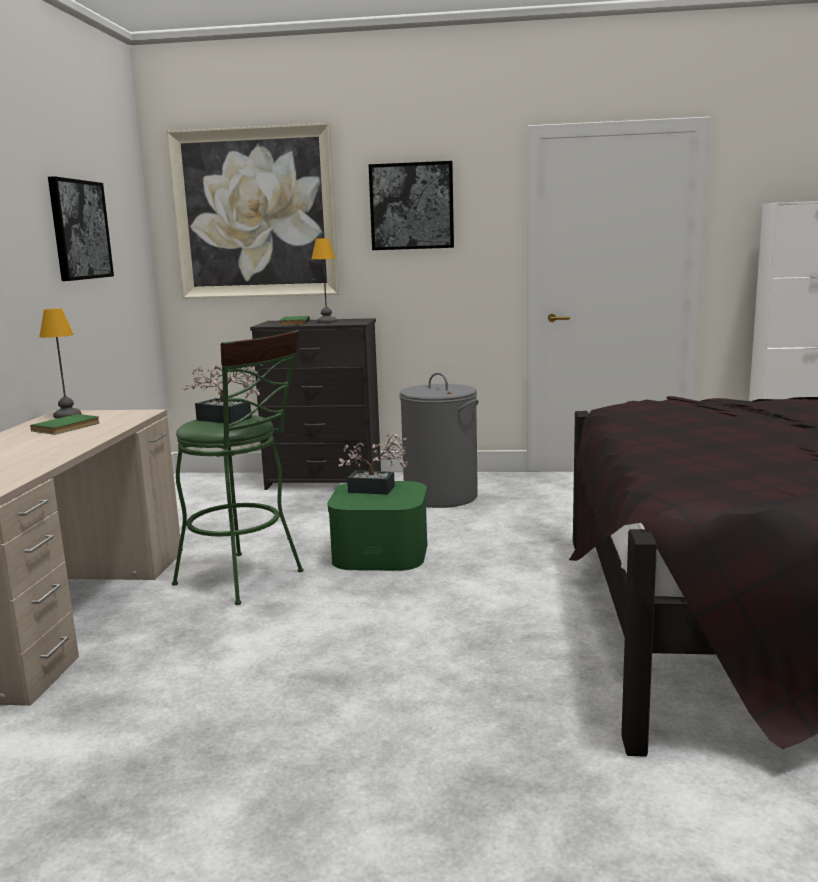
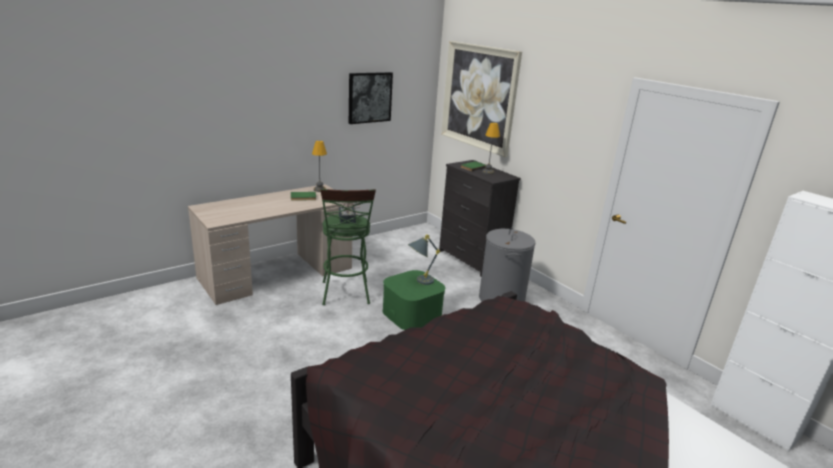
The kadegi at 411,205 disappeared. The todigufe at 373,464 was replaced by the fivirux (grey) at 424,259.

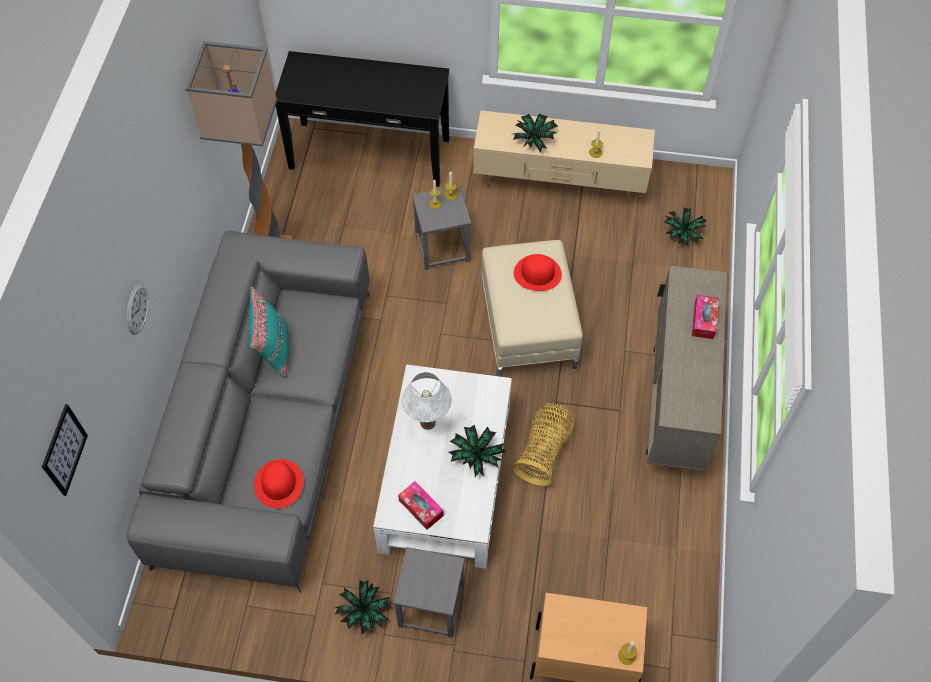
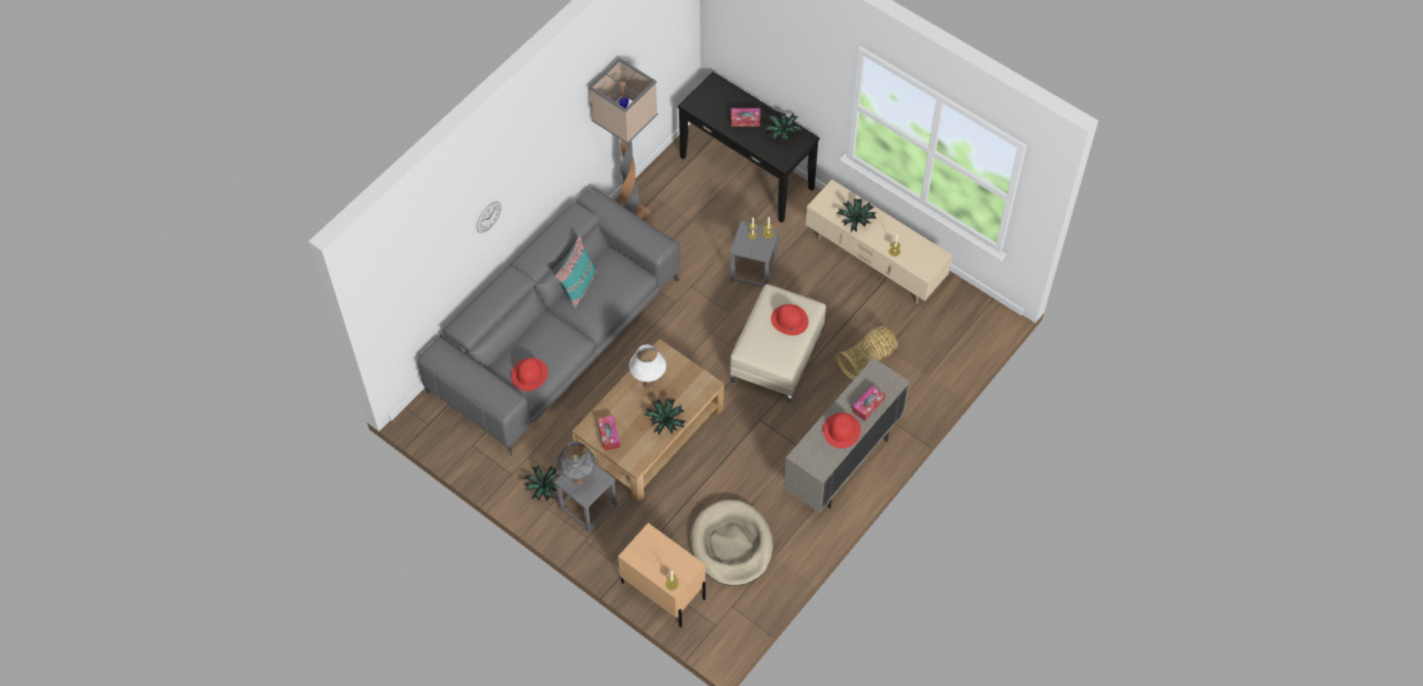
The todigufe moved from 685,226 to 783,127. The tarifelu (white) at 442,466 became the tarifelu (brown) at 648,421. The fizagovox moved from 543,444 to 867,353. The kadegi at 65,450 disappeared. The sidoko at 745,117 appeared. The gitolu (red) at 842,431 appeared. The fivirux (grey) at 576,463 appeared. The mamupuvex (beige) at 731,543 appeared.

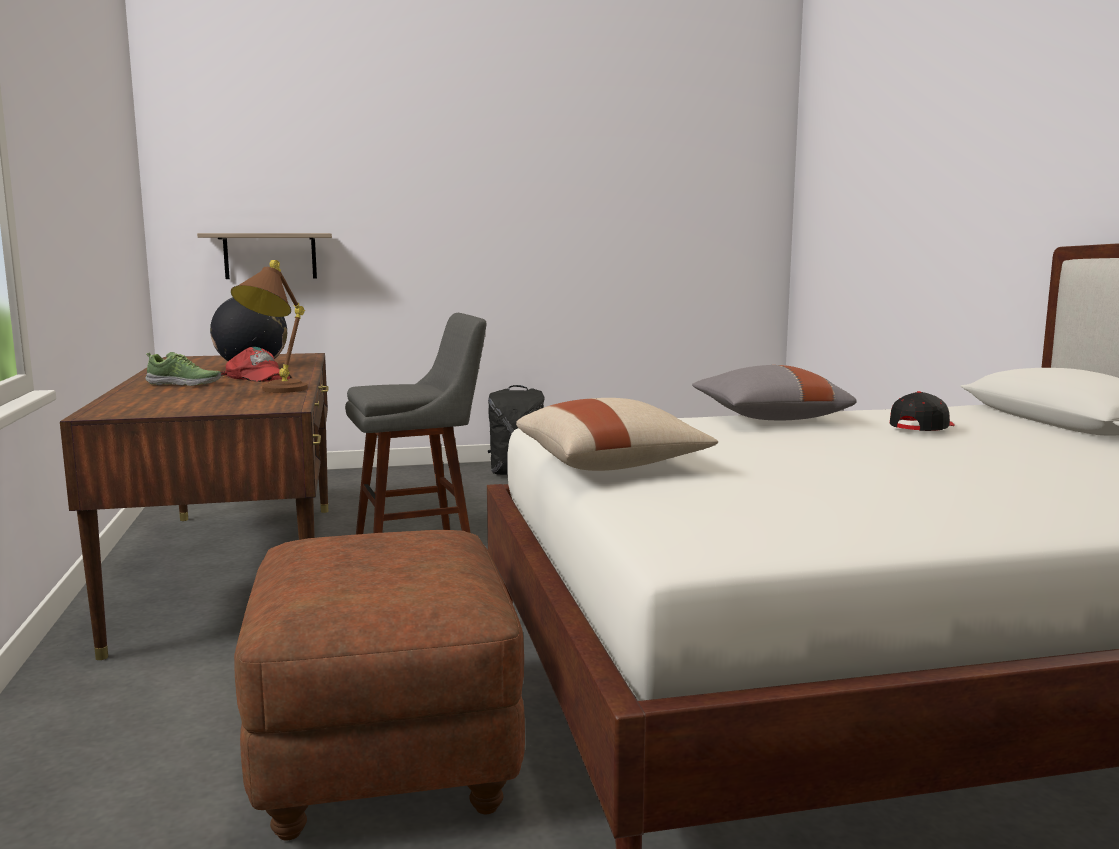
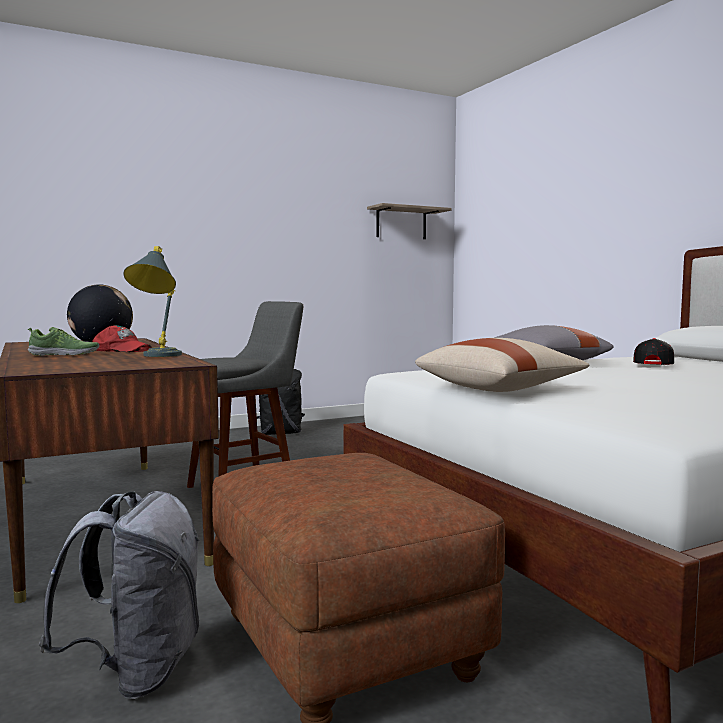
The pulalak moved from 264,256 to 409,221. The fivirux (brown) at 269,326 became the fivirux (grey) at 152,301. The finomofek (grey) at 119,595 appeared.

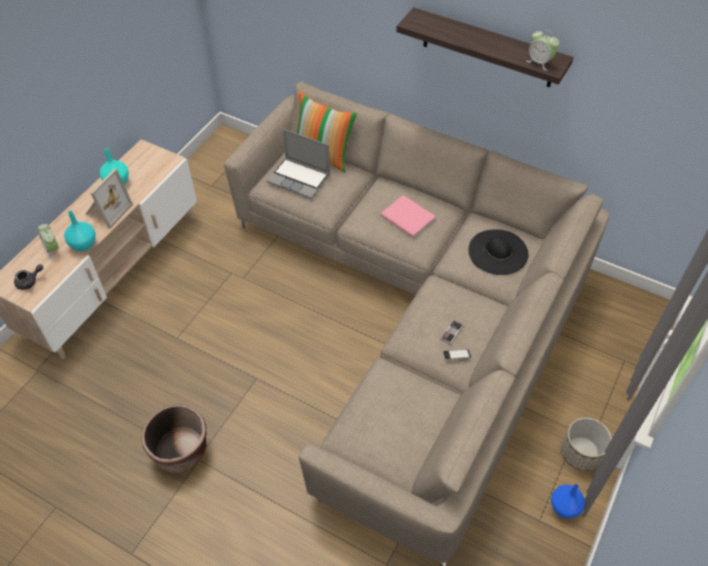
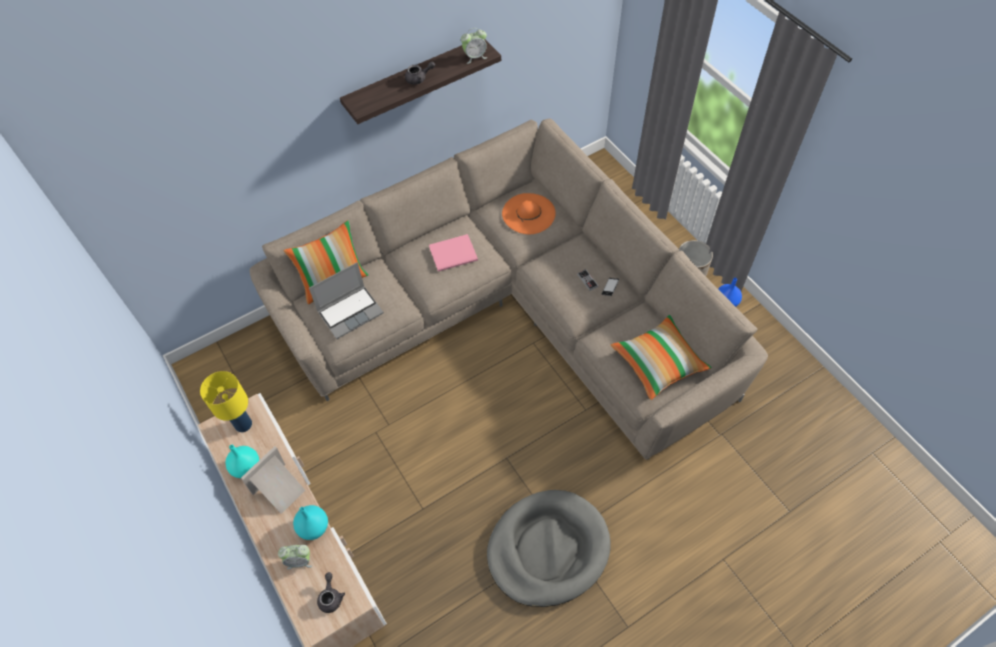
The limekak at 109,199 turned 105 degrees counterclockwise. The gitolu (black) at 498,252 became the gitolu (orange) at 529,213. The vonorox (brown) at 174,438 was replaced by the mamupuvex (grey) at 549,548. The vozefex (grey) at 420,73 appeared. The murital at 661,357 appeared. The fivirux (yellow) at 226,401 appeared.

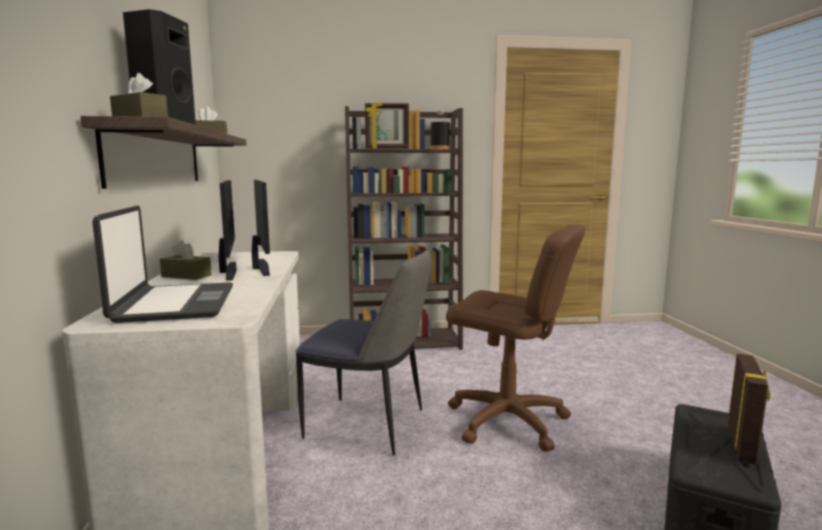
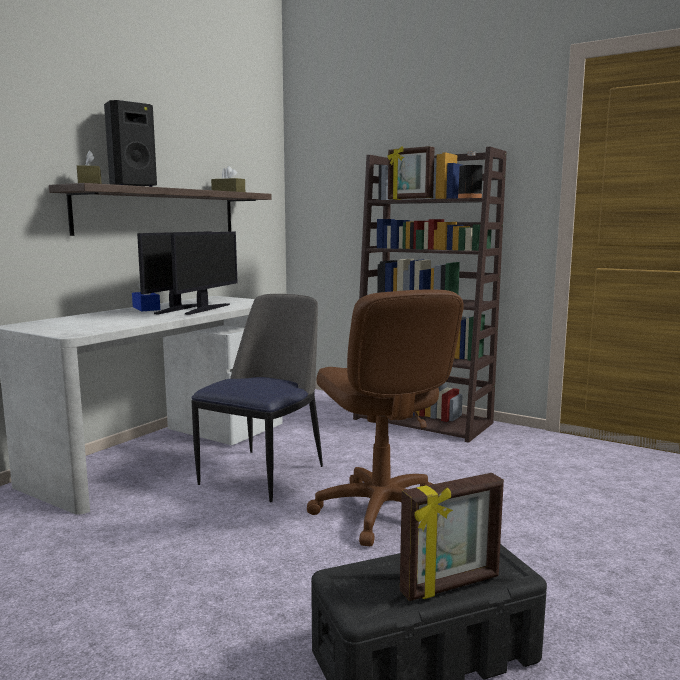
The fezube at 162,264 disappeared. The sidoko (brown) at 186,260 became the sidoko (blue) at 146,296. The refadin at 363,352 turned 120 degrees counterclockwise.

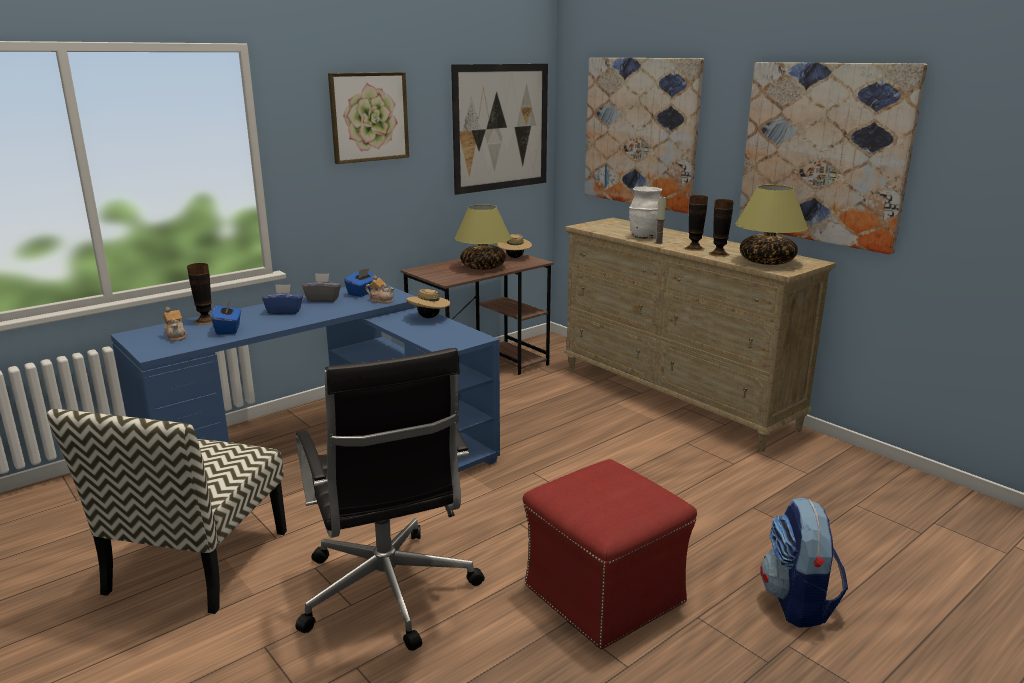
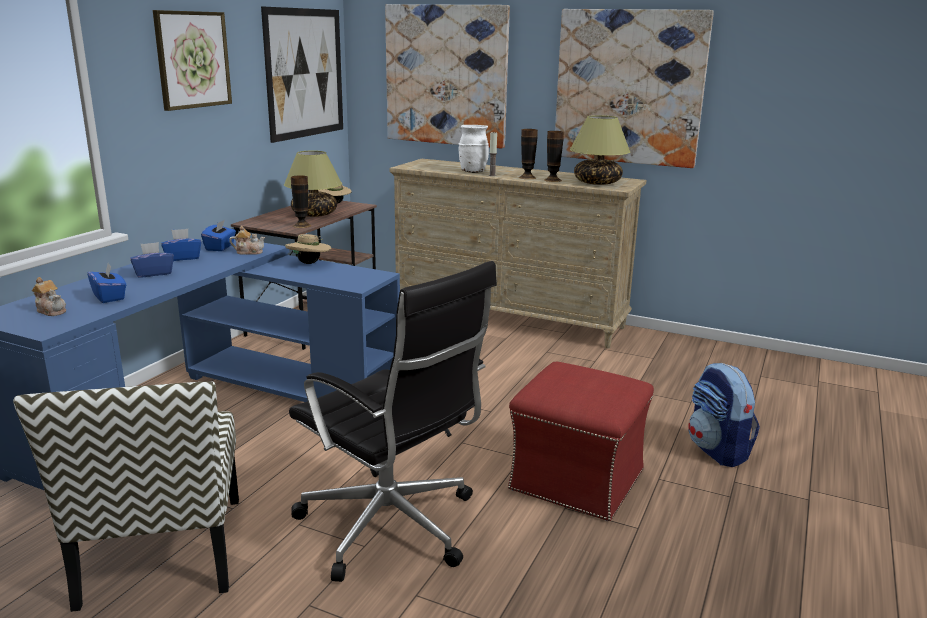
The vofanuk moved from 199,294 to 301,201. The sidoko (grey) at 321,287 became the sidoko (blue) at 181,245.

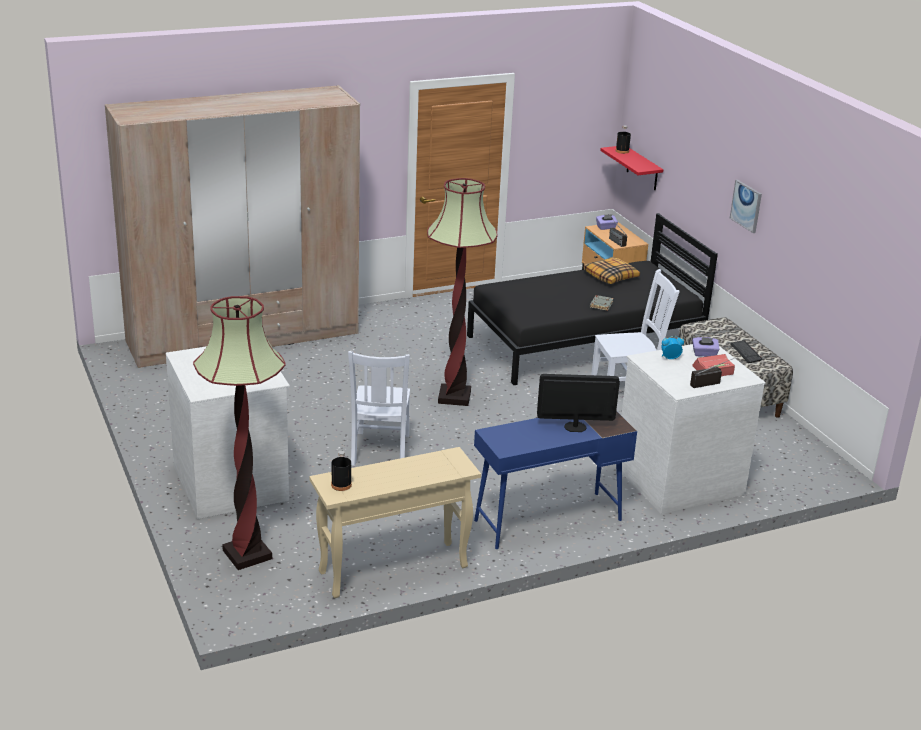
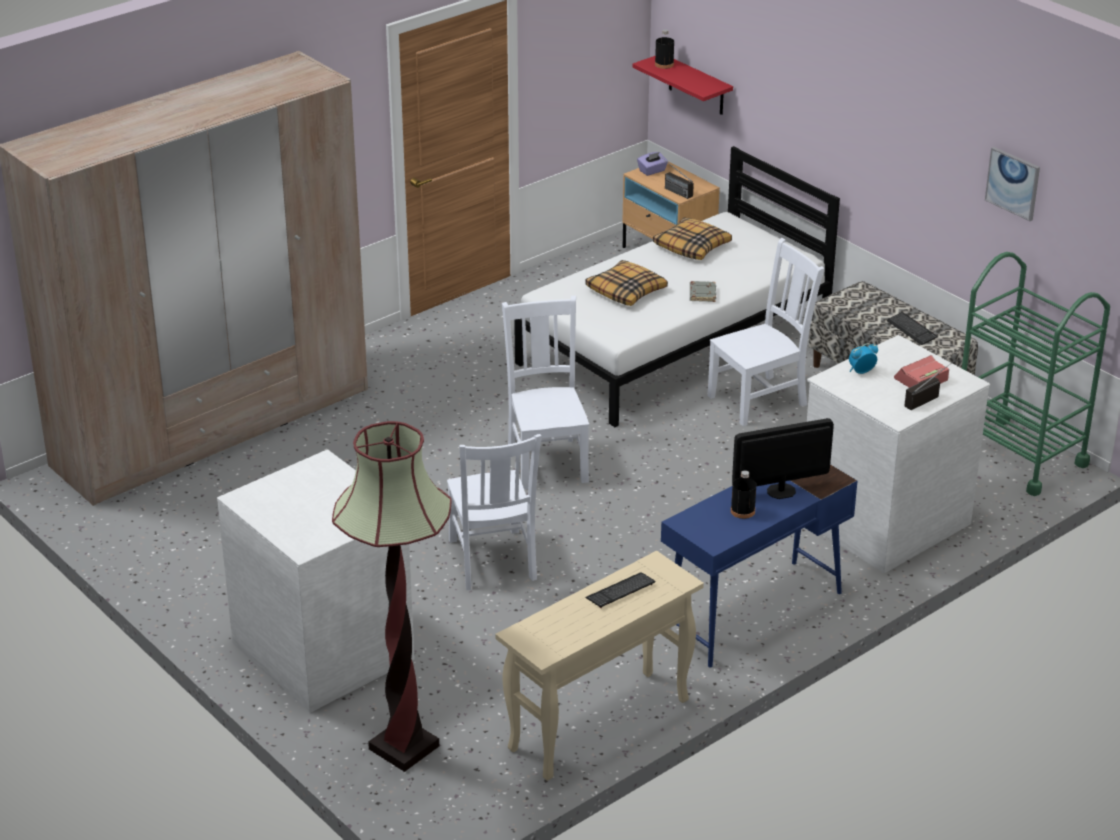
The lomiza at 462,292 was replaced by the refadin (white) at 545,392. The kadegi moved from 746,206 to 1012,184. The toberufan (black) at 592,299 became the toberufan (white) at 677,286. The sidoko (purple) at 706,347 disappeared. The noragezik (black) moved from 341,471 to 743,494. The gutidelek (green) at 1036,374 appeared. The murital at 626,283 appeared. The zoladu at 620,590 appeared.

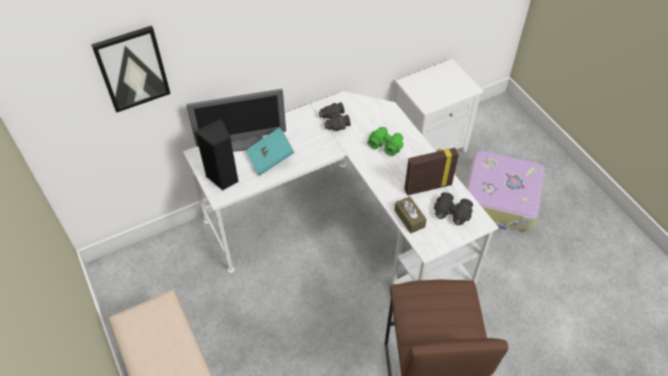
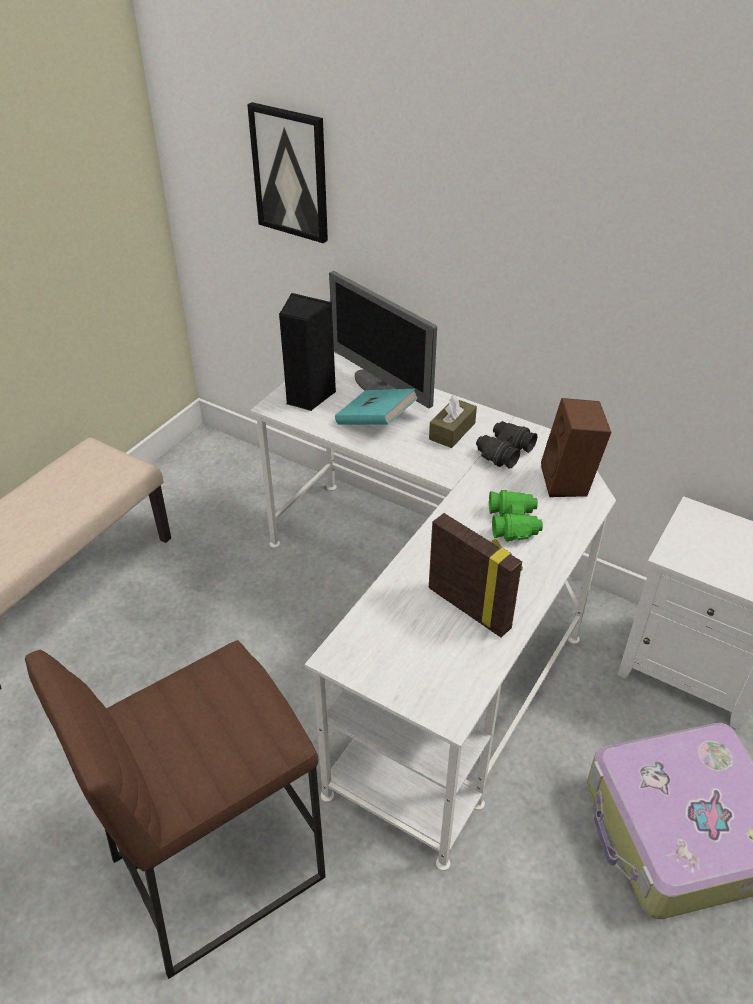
The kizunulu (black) at 453,208 disappeared. The sidoko (brown) moved from 410,214 to 453,421. The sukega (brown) at 576,447 appeared.

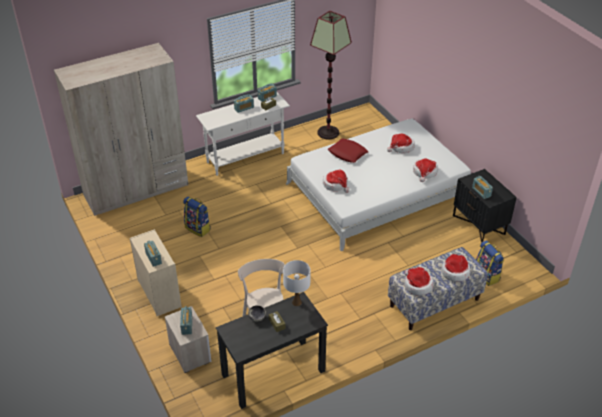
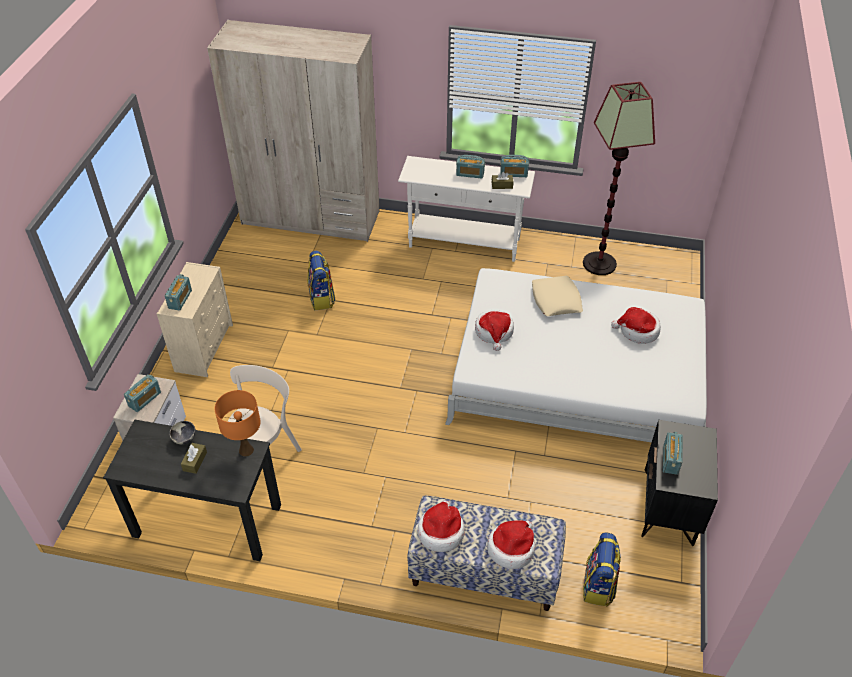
The murital (red) at 348,151 became the murital (beige) at 557,296. The gitolu at 425,170 disappeared. The fivirux (white) at 297,283 became the fivirux (orange) at 238,423.

